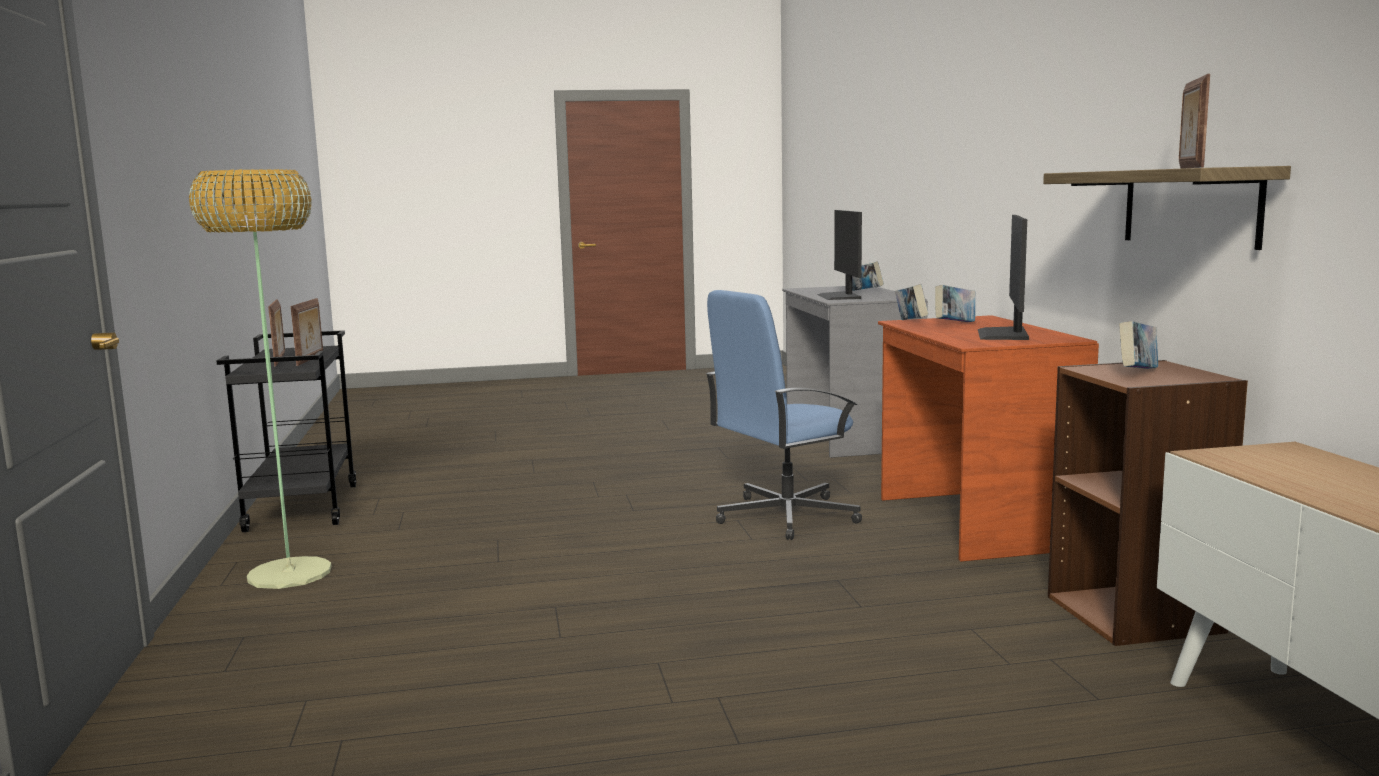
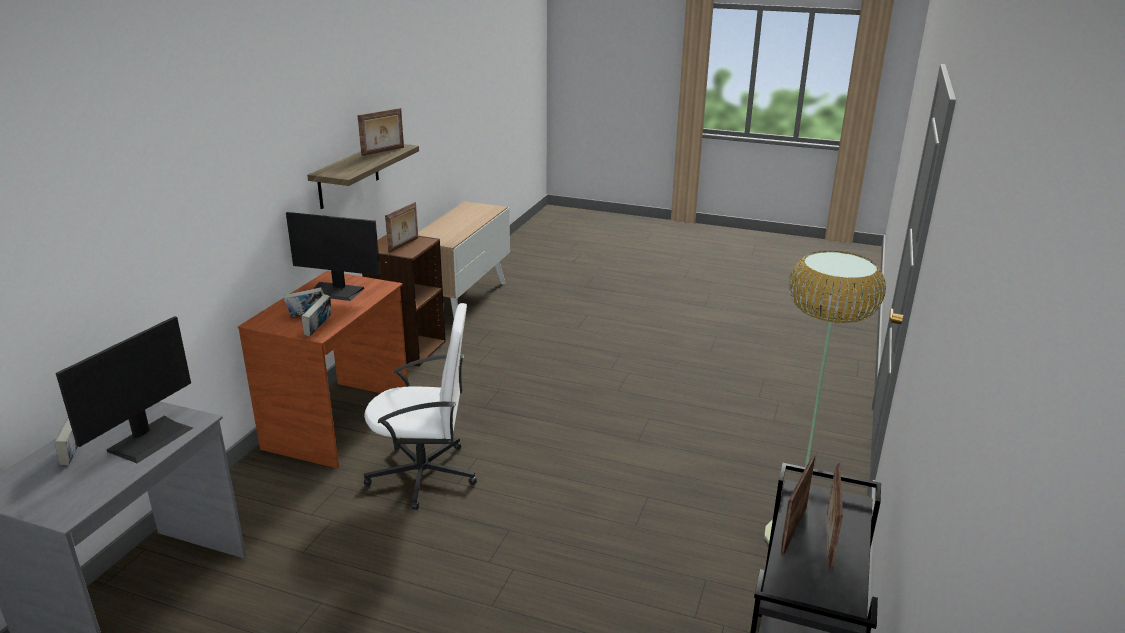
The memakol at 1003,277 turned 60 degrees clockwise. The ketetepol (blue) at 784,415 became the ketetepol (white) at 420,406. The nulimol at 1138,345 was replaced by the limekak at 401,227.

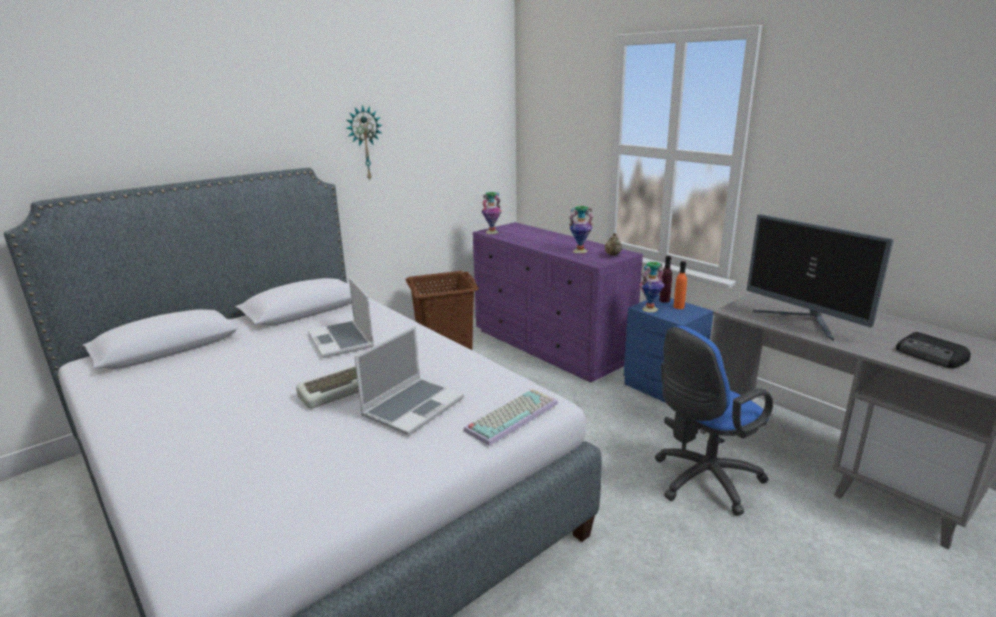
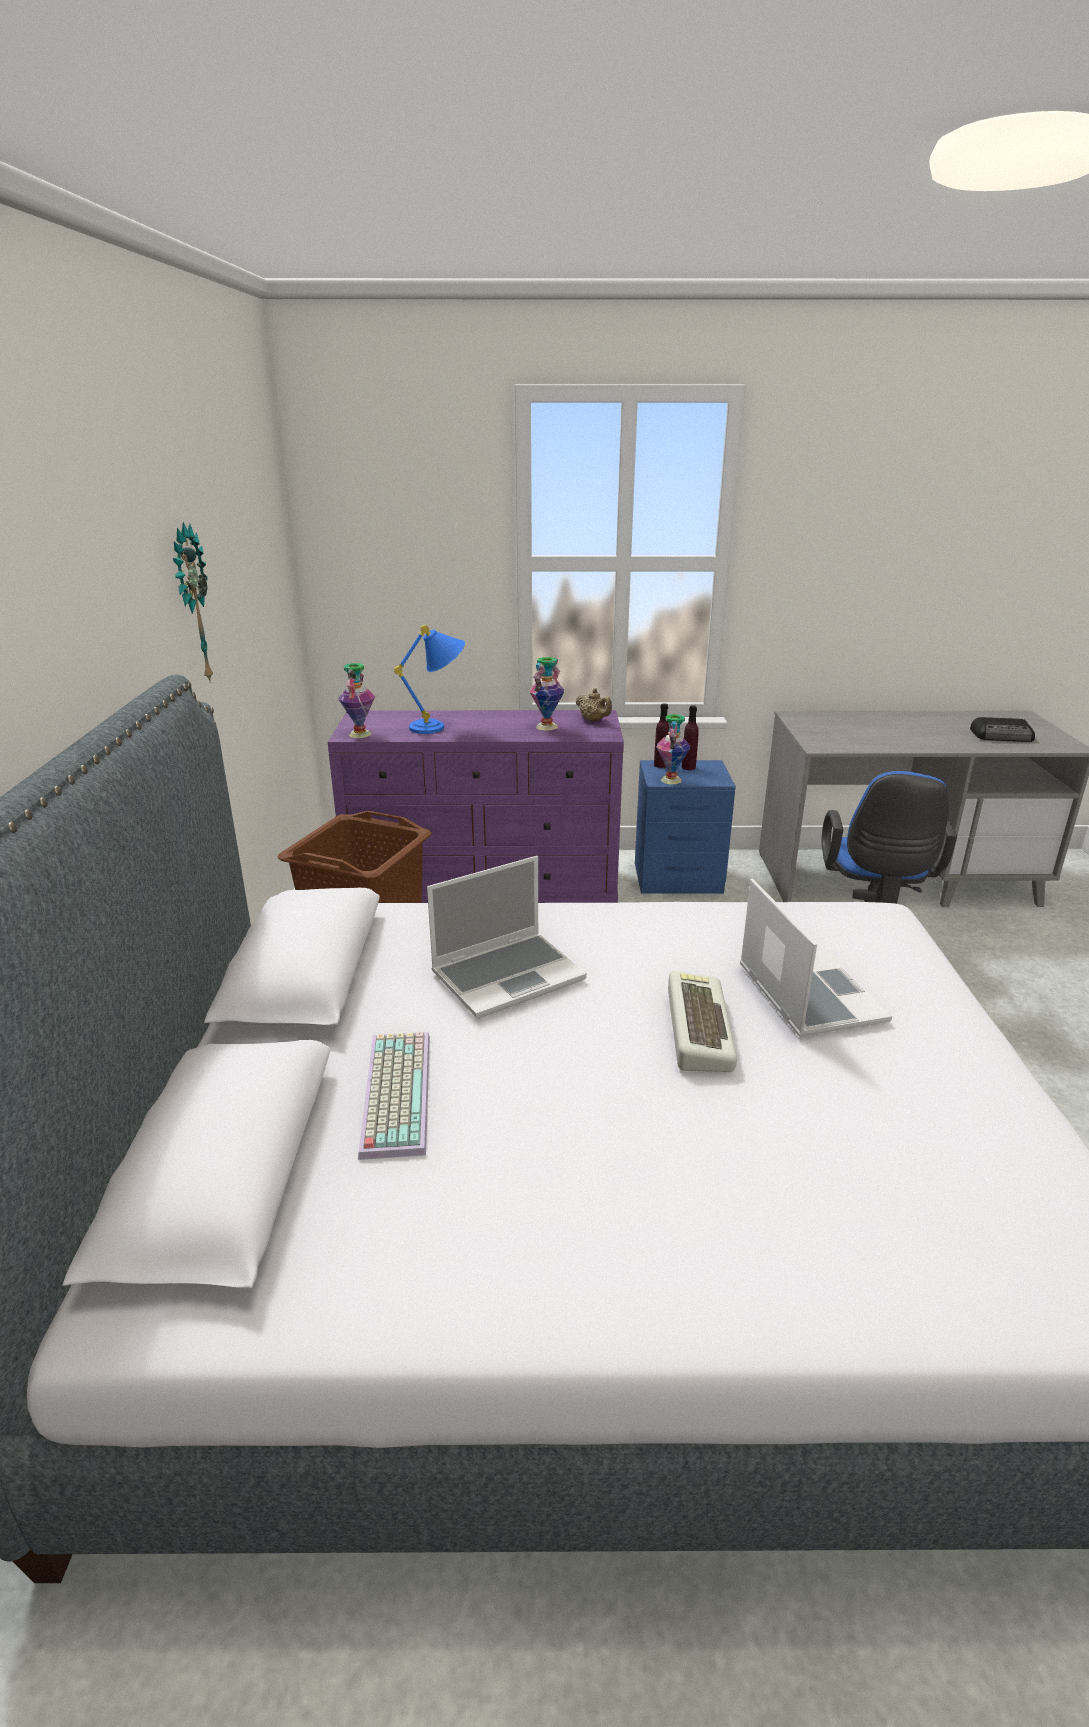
The memakol at 820,277 disappeared. The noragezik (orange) at 680,285 became the noragezik (purple) at 690,737. The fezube at 341,317 turned 45 degrees counterclockwise. The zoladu moved from 510,417 to 394,1096. The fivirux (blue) at 429,679 appeared.

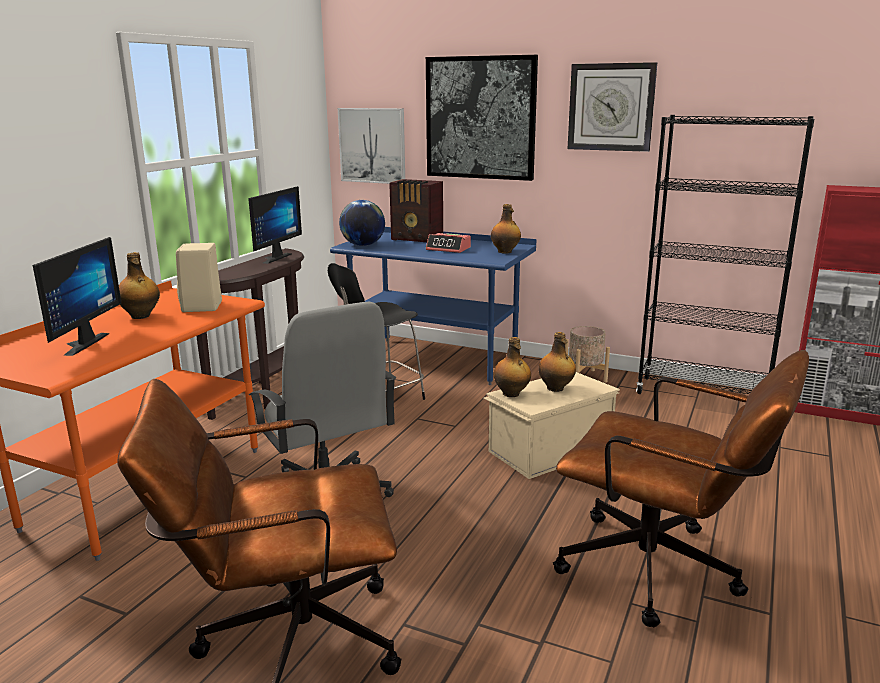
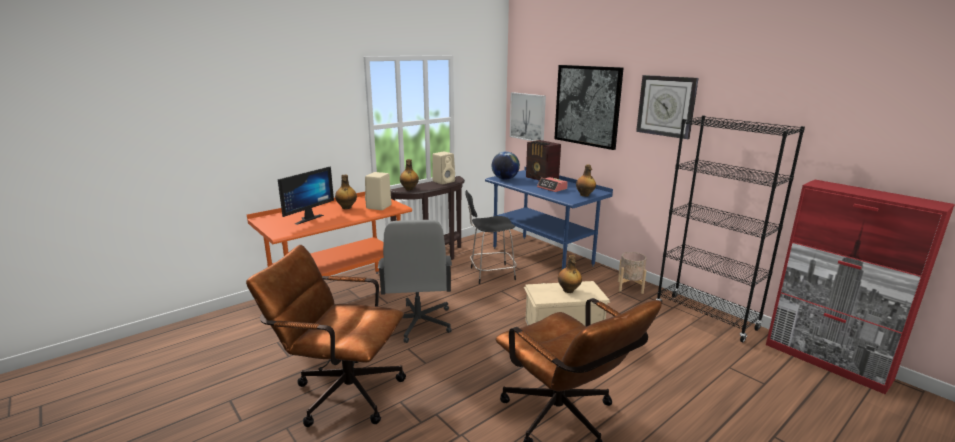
The memakol at 275,225 was replaced by the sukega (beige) at 443,168. The noragezik moved from 512,367 to 409,175.

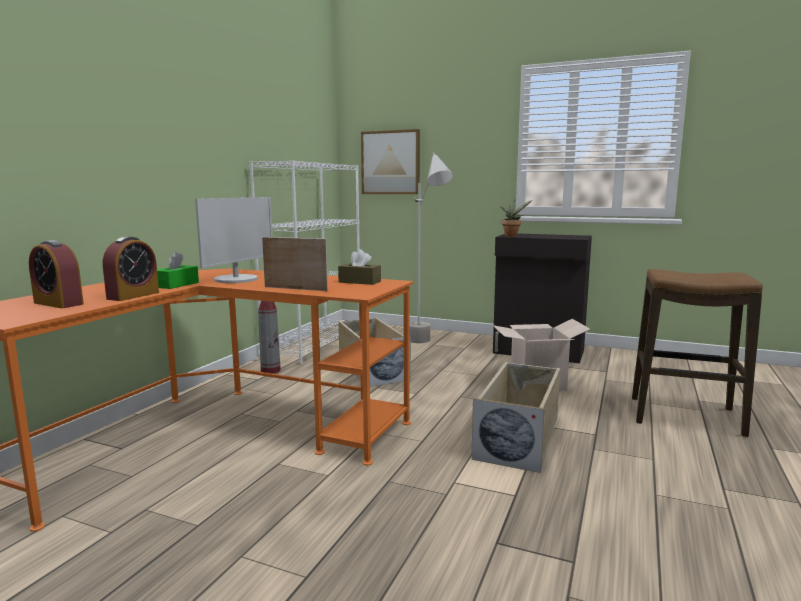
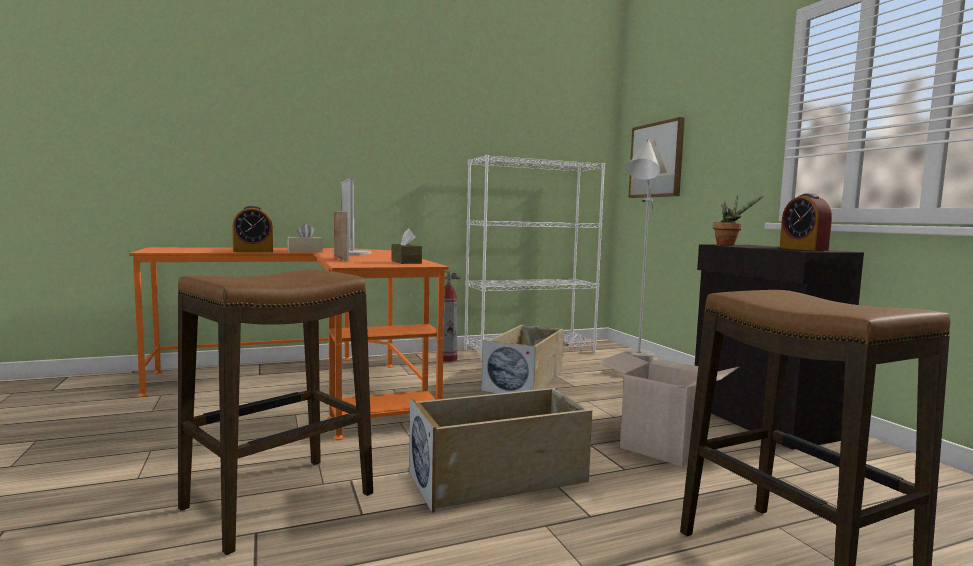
The memakol at 233,240 turned 90 degrees clockwise. The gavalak moved from 56,274 to 805,222. The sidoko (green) at 178,270 became the sidoko (beige) at 305,238. The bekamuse at 275,412 appeared.

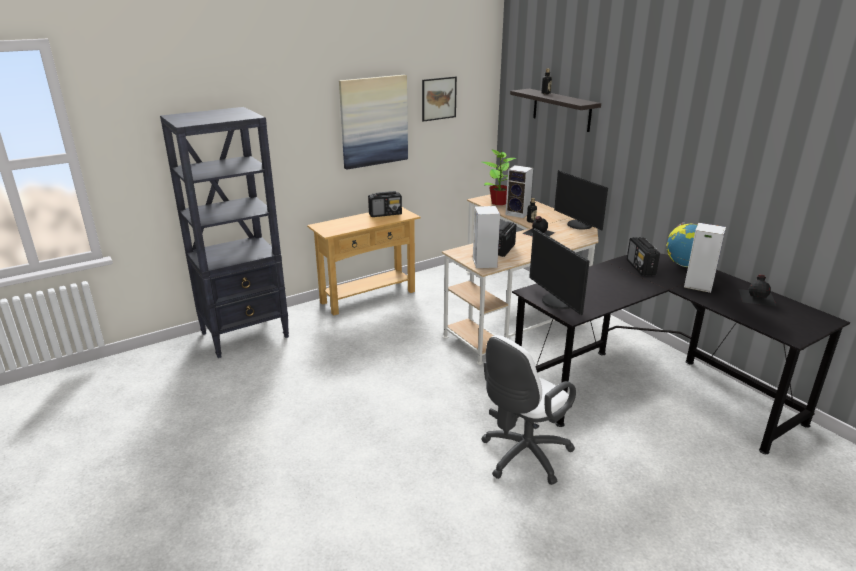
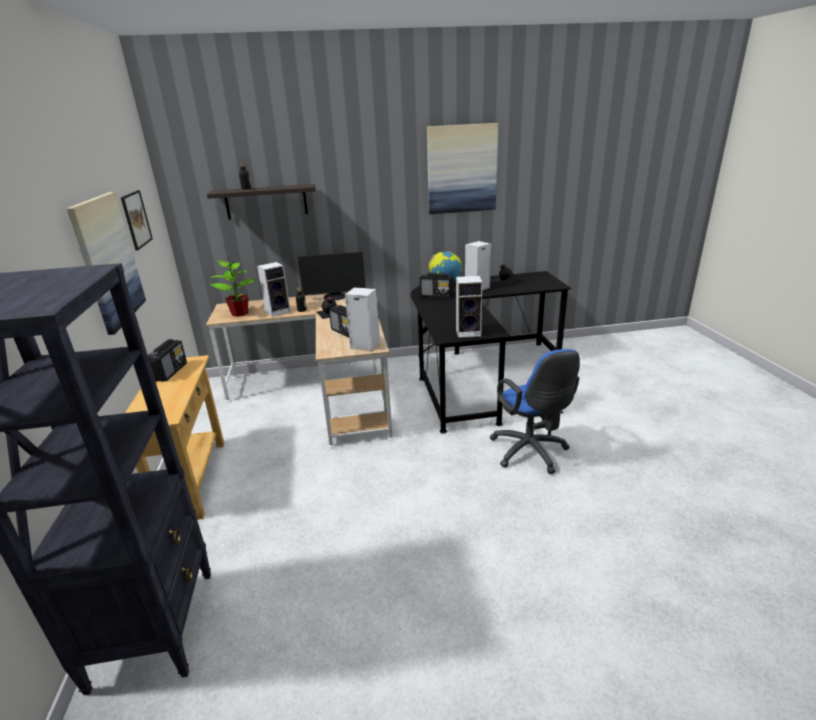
The memakol at 559,271 was replaced by the sukega at 469,307. The ketetepol (white) at 528,410 became the ketetepol (blue) at 535,411. The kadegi at 462,168 appeared.

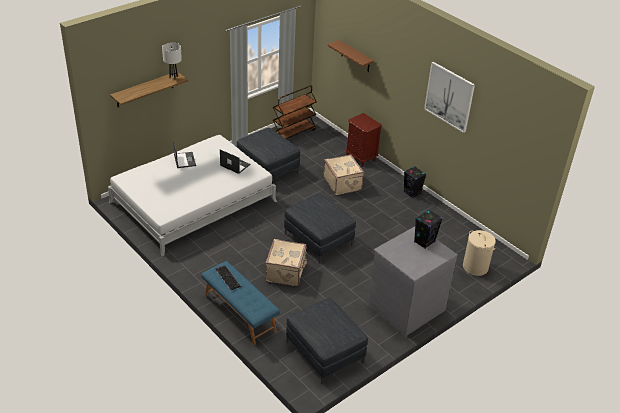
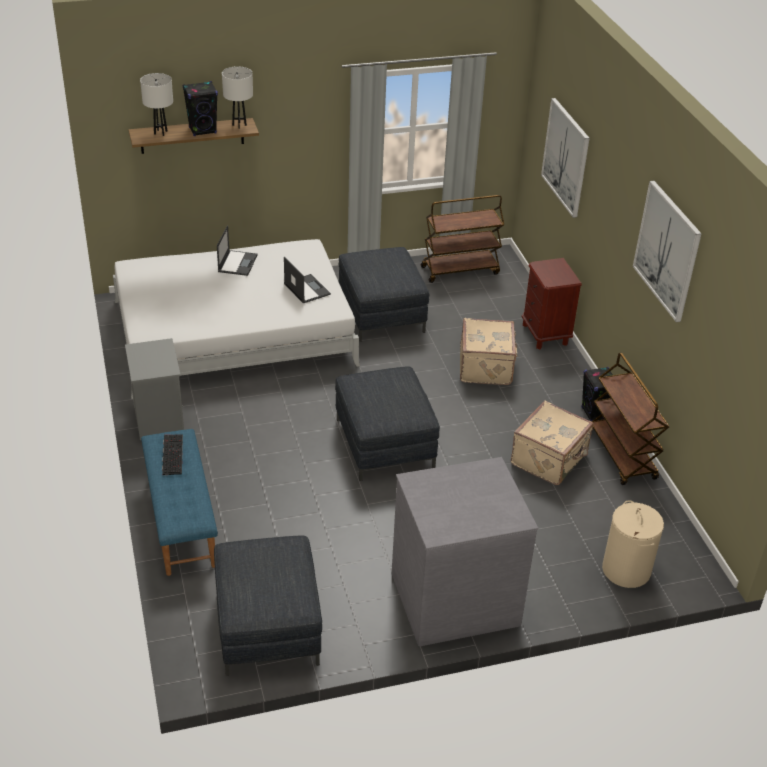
The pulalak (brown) at 351,56 was replaced by the kadegi at 565,158. The sukega (black) moved from 428,229 to 200,108. The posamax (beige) moved from 286,262 to 552,442. The fivirux (white) at 156,104 appeared. The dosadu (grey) at 154,389 appeared. The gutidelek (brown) at 630,419 appeared.

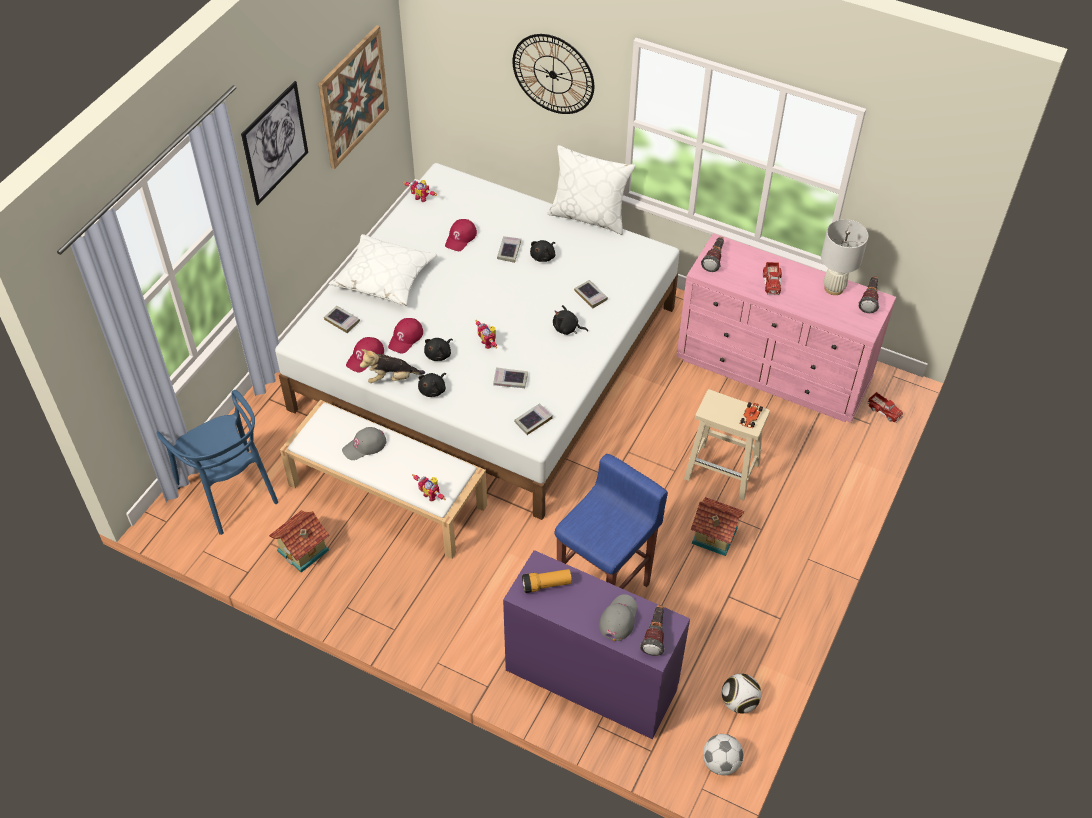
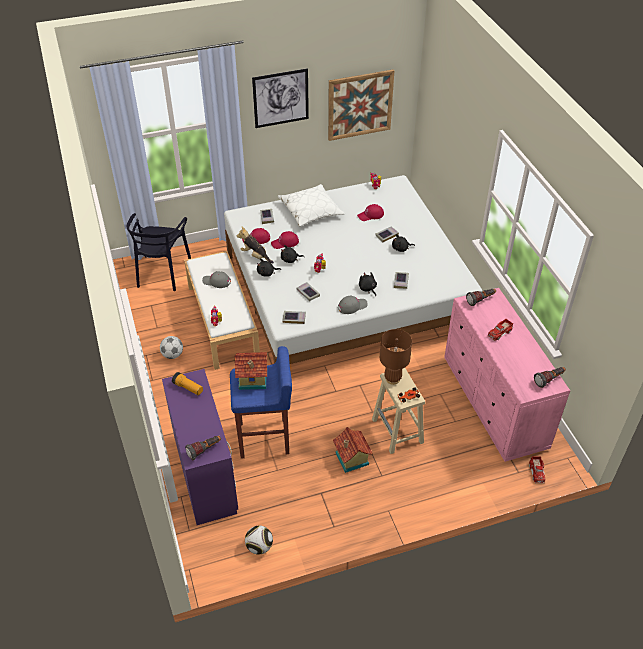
The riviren at 553,74 disappeared. The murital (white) at 591,190 disappeared. The fivirux (white) at 844,257 disappeared. The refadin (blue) at 217,462 became the refadin (black) at 158,252. The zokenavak moved from 299,541 to 251,371. The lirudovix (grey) moved from 618,617 to 353,305. The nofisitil moved from 723,754 to 171,347. The fivirux (brown) at 396,357 appeared.

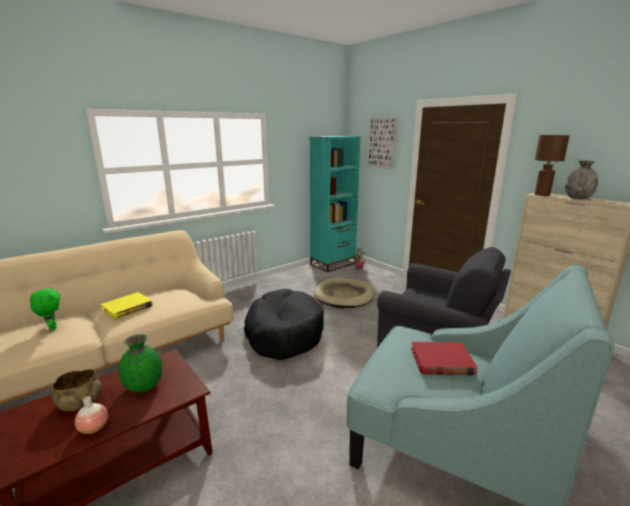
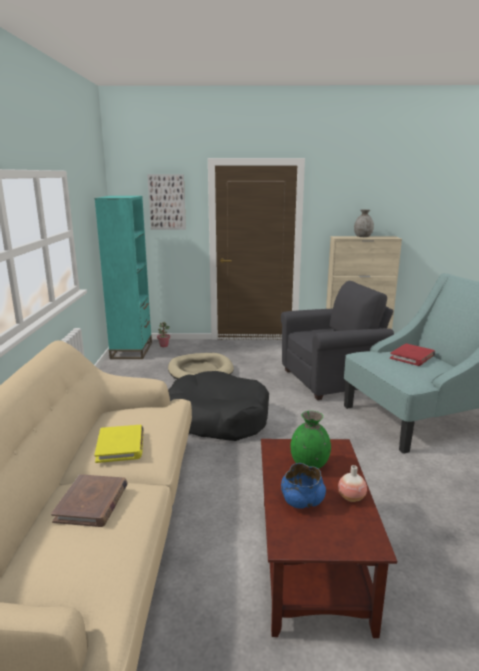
The fivirux (brown) at 552,165 disappeared. The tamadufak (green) at 45,308 was replaced by the nulimol (brown) at 89,500. The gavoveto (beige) at 76,390 became the gavoveto (blue) at 303,486.

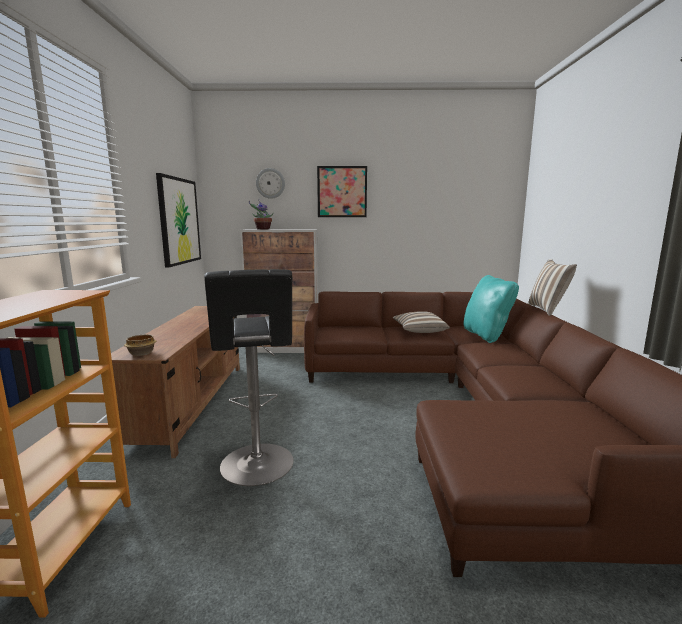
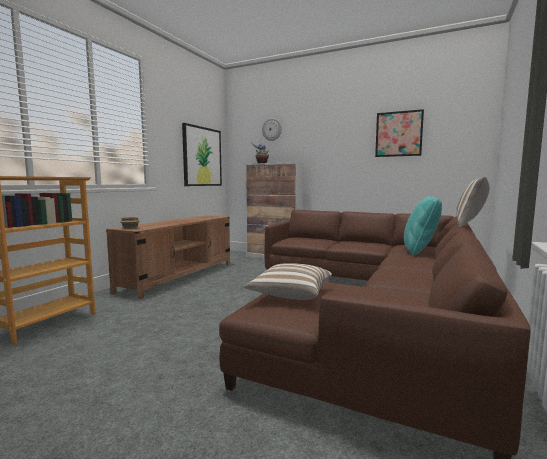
The kadegi moved from 342,191 to 399,133. The bekamuse (black) at 249,377 disappeared. The murital moved from 421,322 to 287,281.

